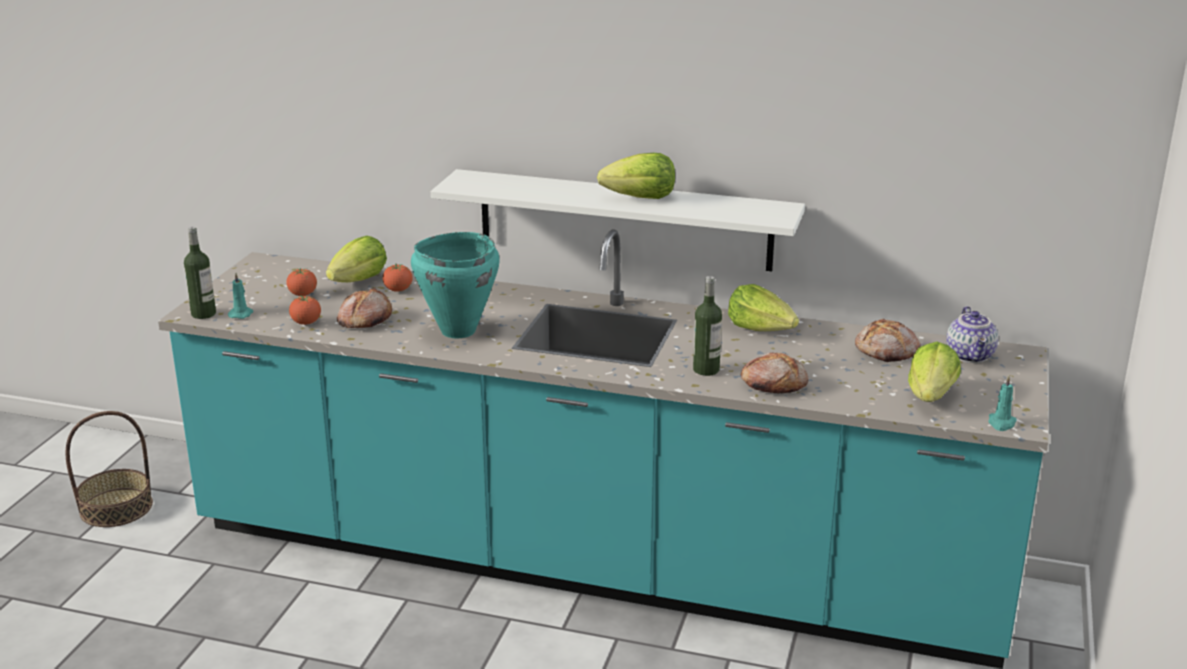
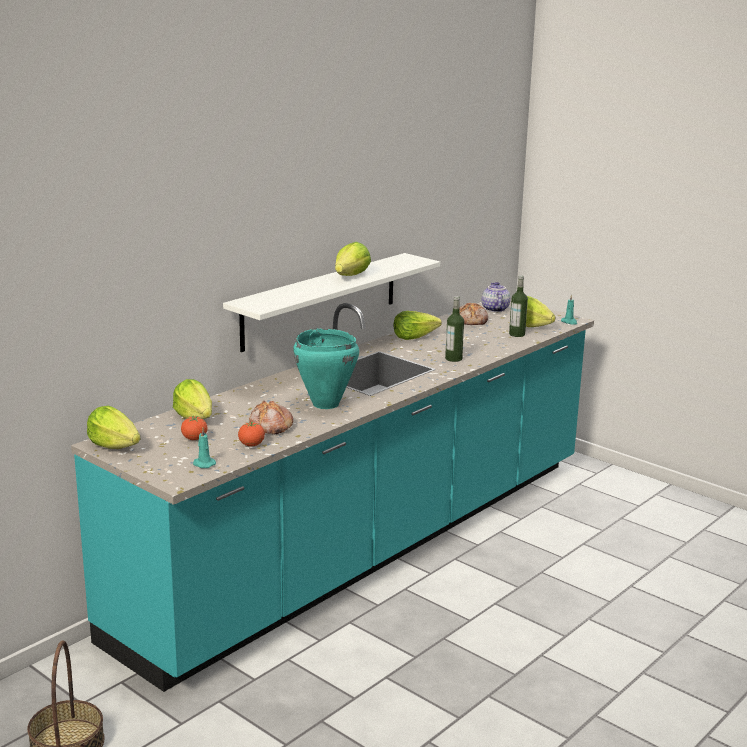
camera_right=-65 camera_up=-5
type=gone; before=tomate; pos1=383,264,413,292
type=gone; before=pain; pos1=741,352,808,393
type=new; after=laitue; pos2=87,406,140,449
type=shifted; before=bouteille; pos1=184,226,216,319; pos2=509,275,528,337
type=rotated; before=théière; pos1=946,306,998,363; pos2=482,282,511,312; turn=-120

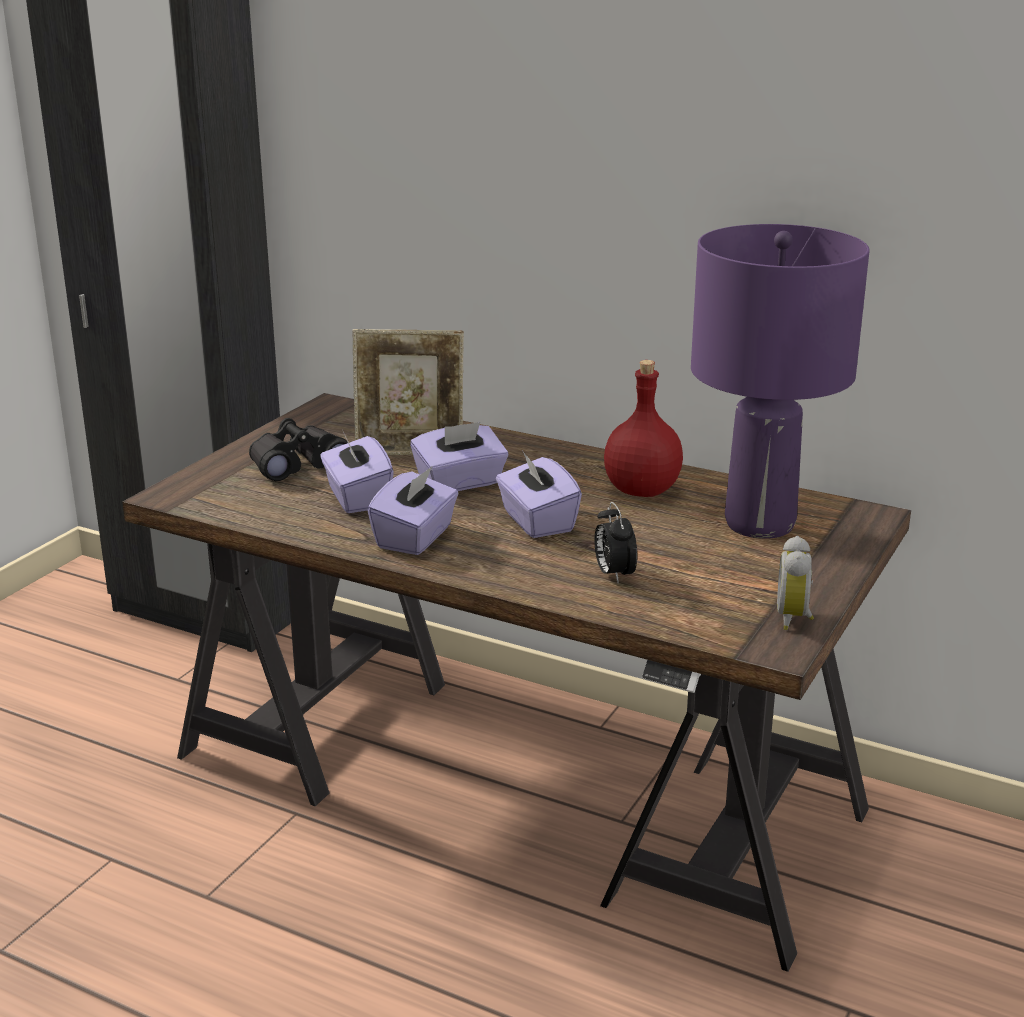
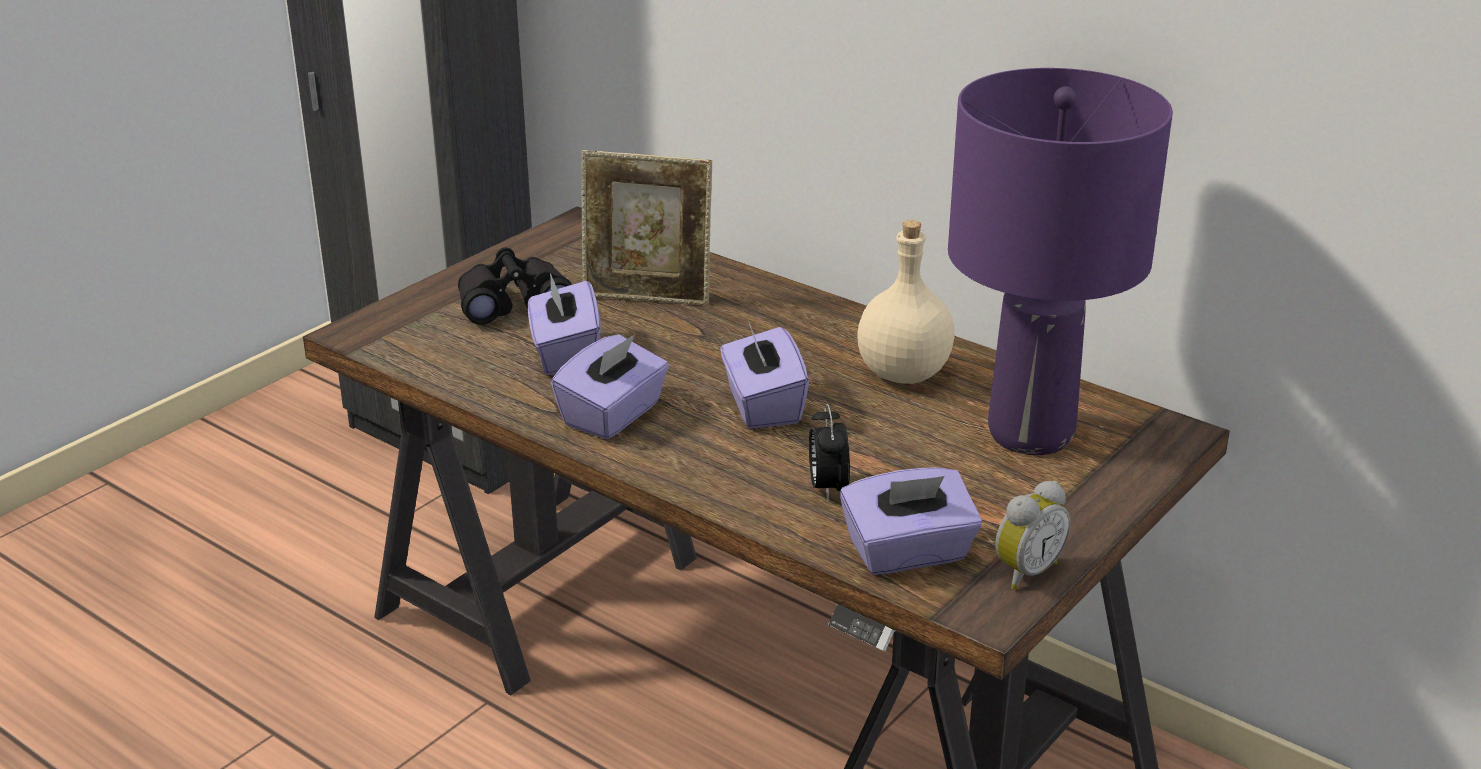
camera_right=10 camera_up=5
type=shifted; before=boîte à mouchoirs (violet); pos1=410,422,508,491; pos2=840,467,982,575
type=repainted; before=bouteille (rouge); after=bouteille (beige); pos1=604,360,683,497; pos2=857,220,955,384
type=rotated; before=réveil; pos1=777,536,814,630; pos2=996,481,1071,590; turn=-150

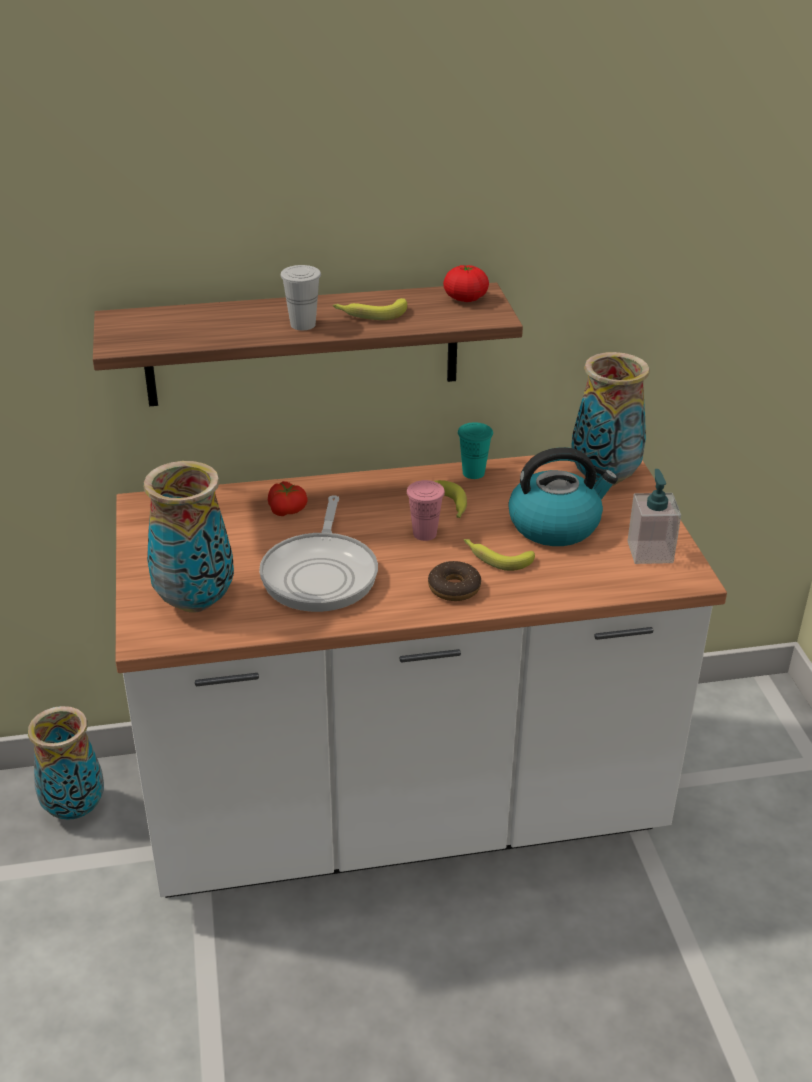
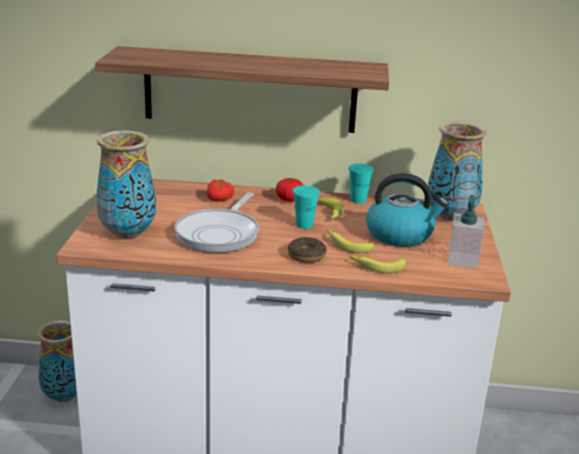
camera_right=15 camera_up=-10
type=gone; before=tasse (blanc); pos1=281,265,321,330
type=shifted; before=banane; pos1=333,298,407,320; pos2=349,255,406,274
type=shifted; before=tomate; pos1=443,265,489,302; pos2=275,178,304,202
type=repainted; before=tasse (rose); after=tasse (turquoise); pos1=407,480,445,541; pos2=293,185,320,229

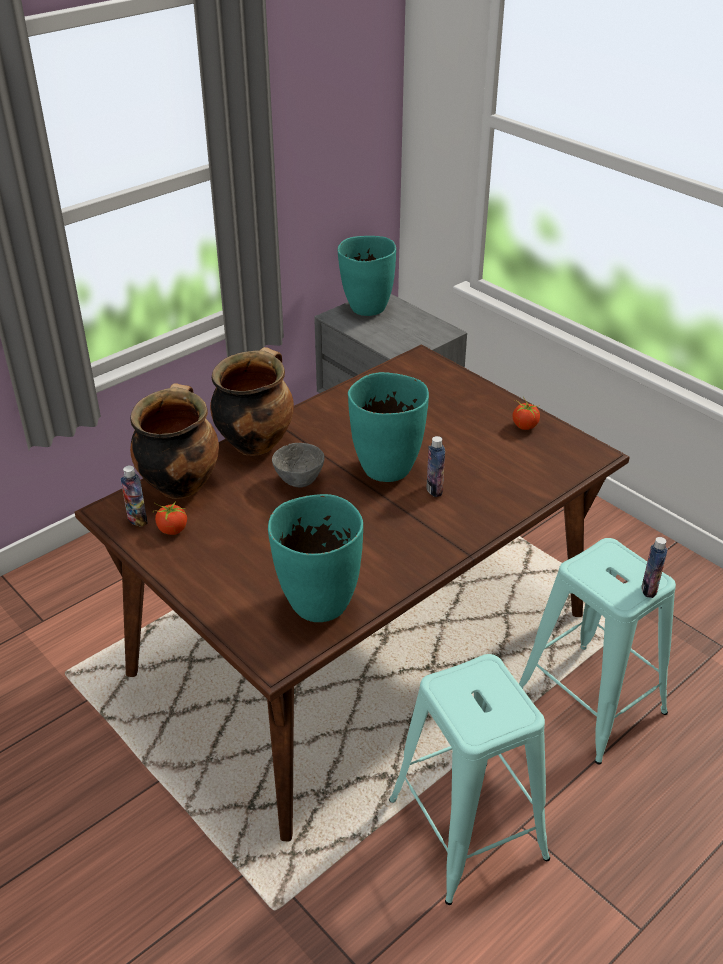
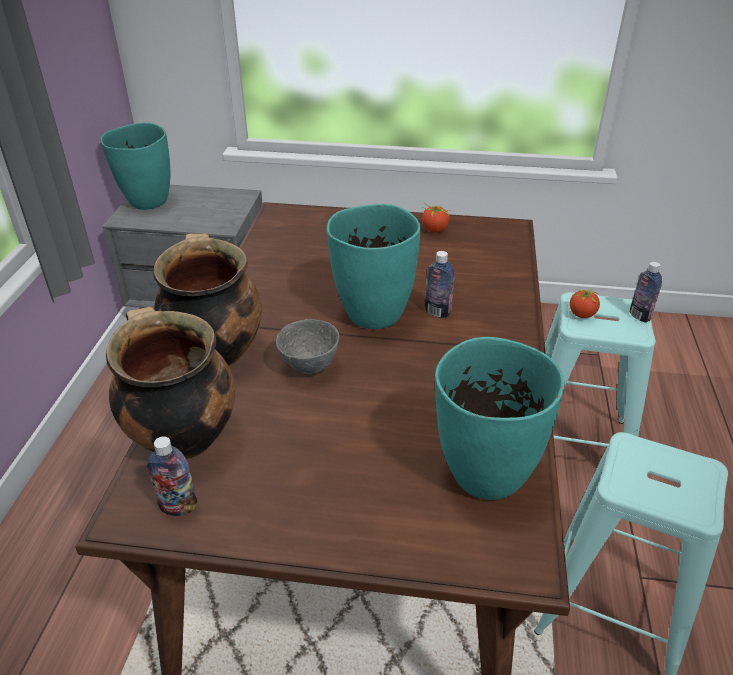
camera_right=-40 camera_up=0
type=shifted; before=tomate; pos1=155,503,187,535; pos2=570,288,600,318

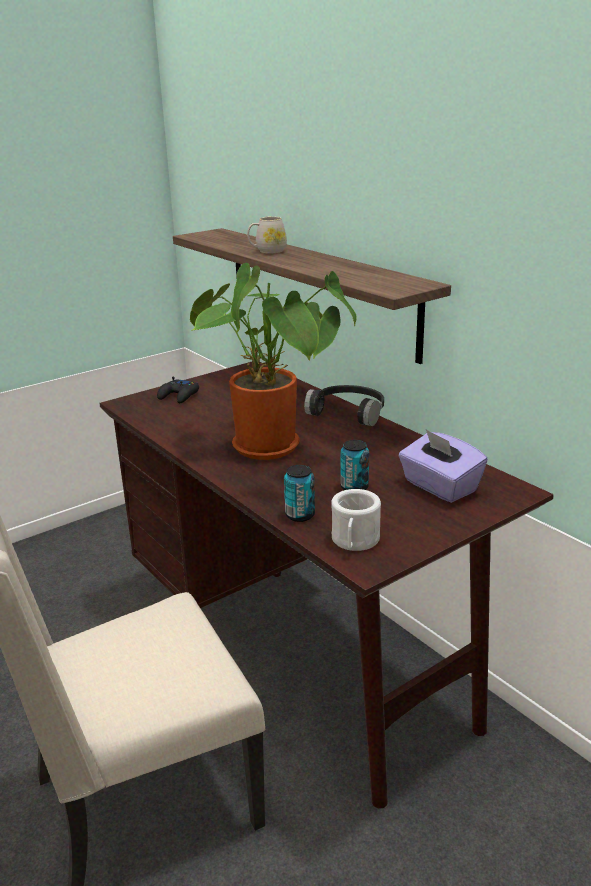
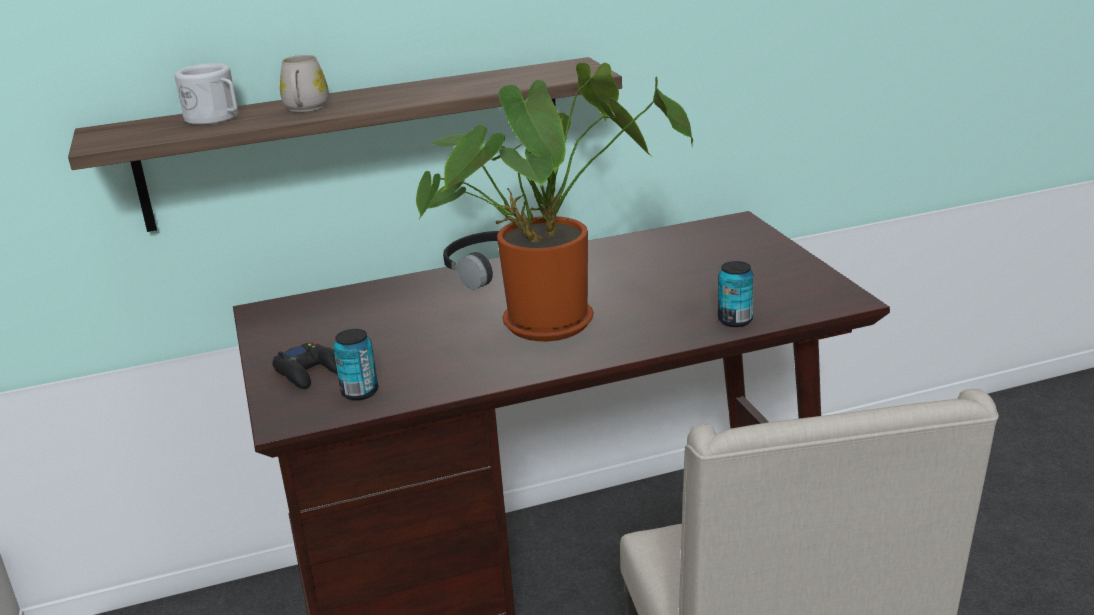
camera_right=-70 camera_up=0
type=gone; before=boîte à mouchoirs (violet); pos1=399,429,488,503
type=shifted; before=mug (blanc); pos1=331,489,381,551; pos2=174,63,238,125
type=shifted; before=boîte métallique; pos1=340,440,369,490; pos2=333,329,378,400

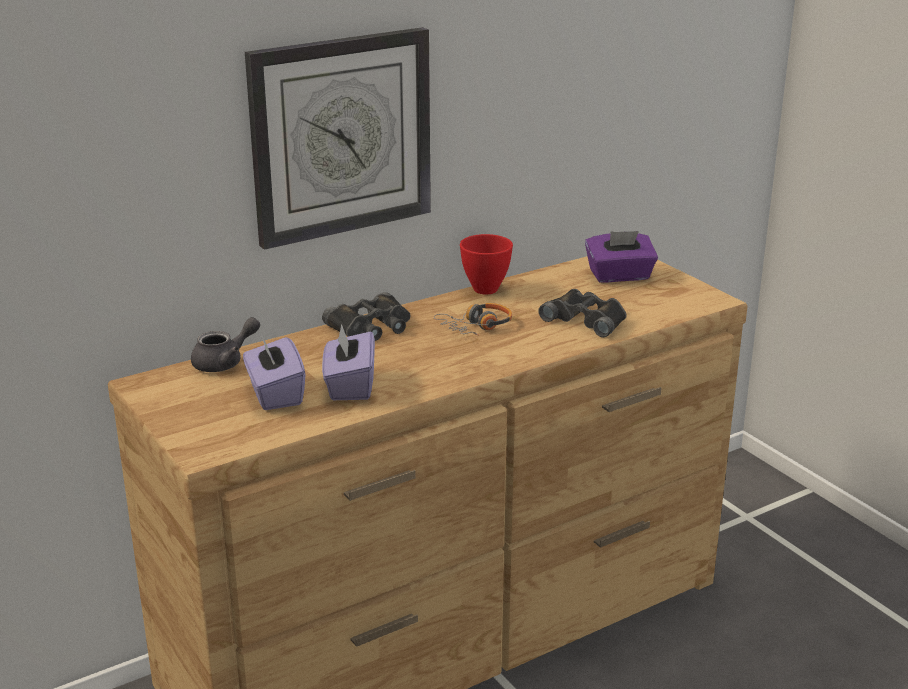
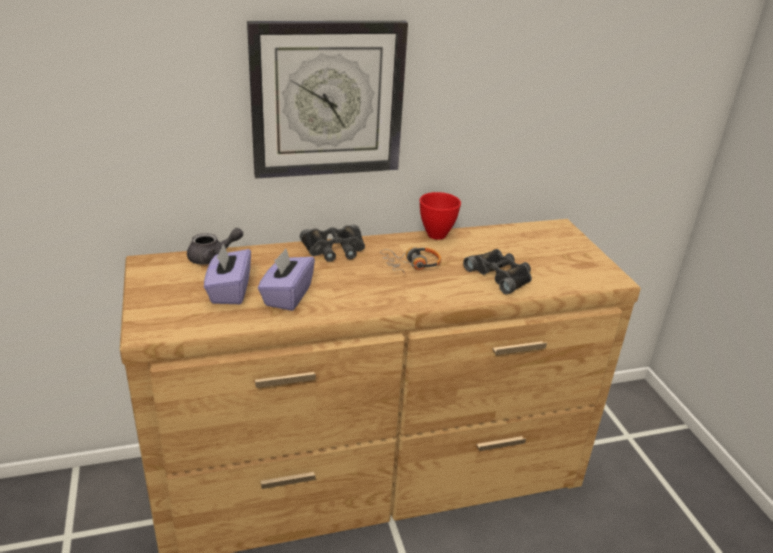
camera_right=15 camera_up=5
type=gone; before=boîte à mouchoirs (violet); pos1=585,231,658,283

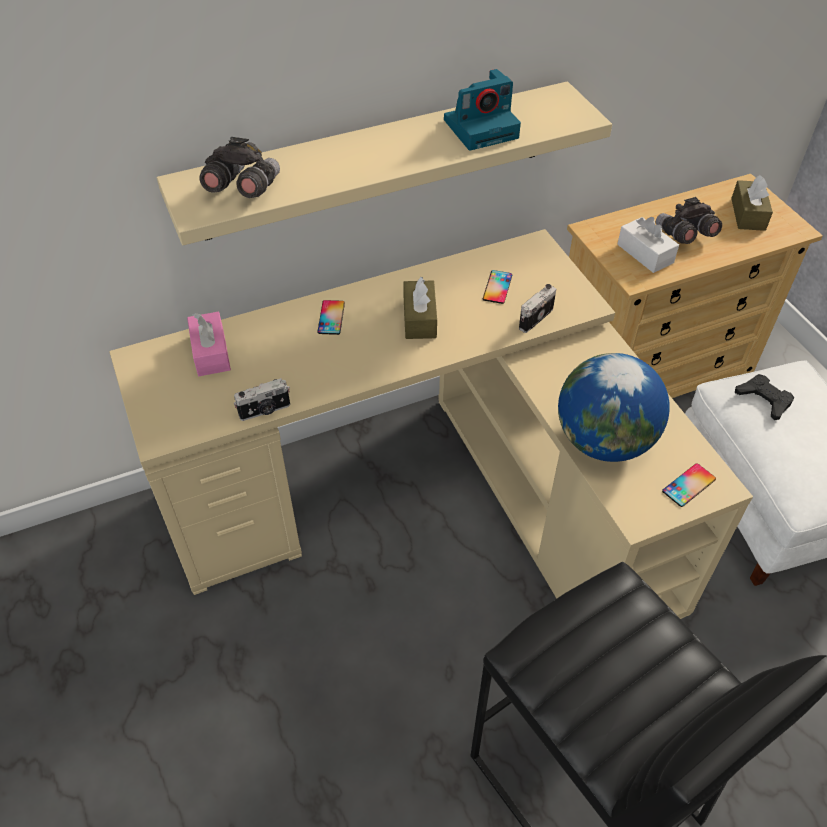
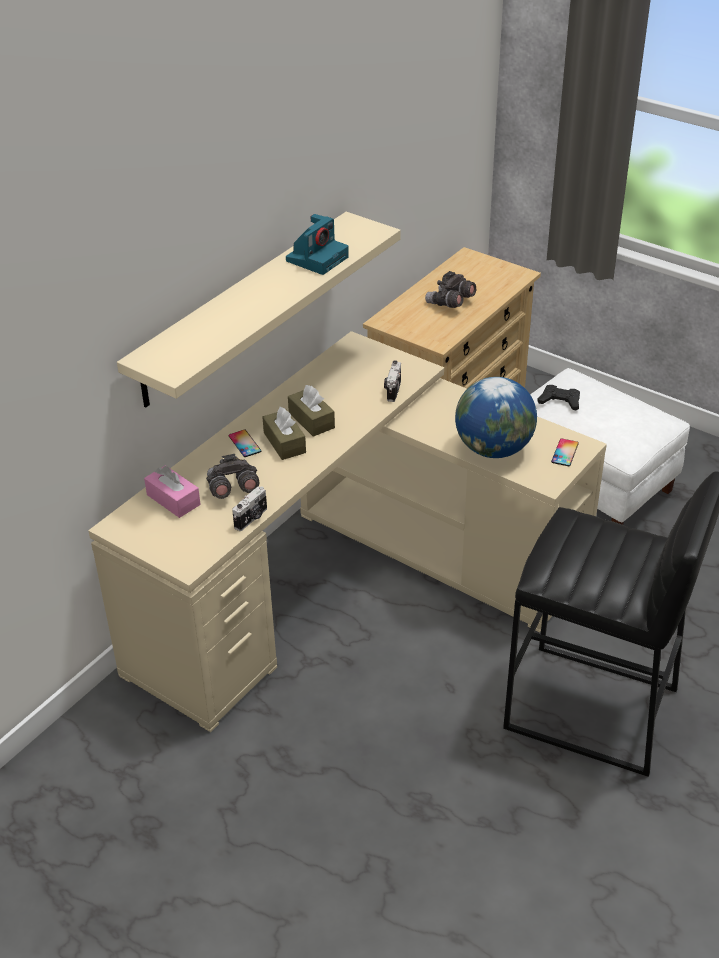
camera_right=-30 camera_up=-10
type=gone; before=téléphone; pos1=483,270,512,304
type=gone; before=boîte à mouchoirs (blanc); pos1=617,217,679,273
type=shifted; before=jumelles (gris); pos1=199,137,280,198; pos2=206,454,259,499
type=shifted; before=boîte à mouchoirs (marron); pos1=731,175,773,231; pos2=263,407,306,460

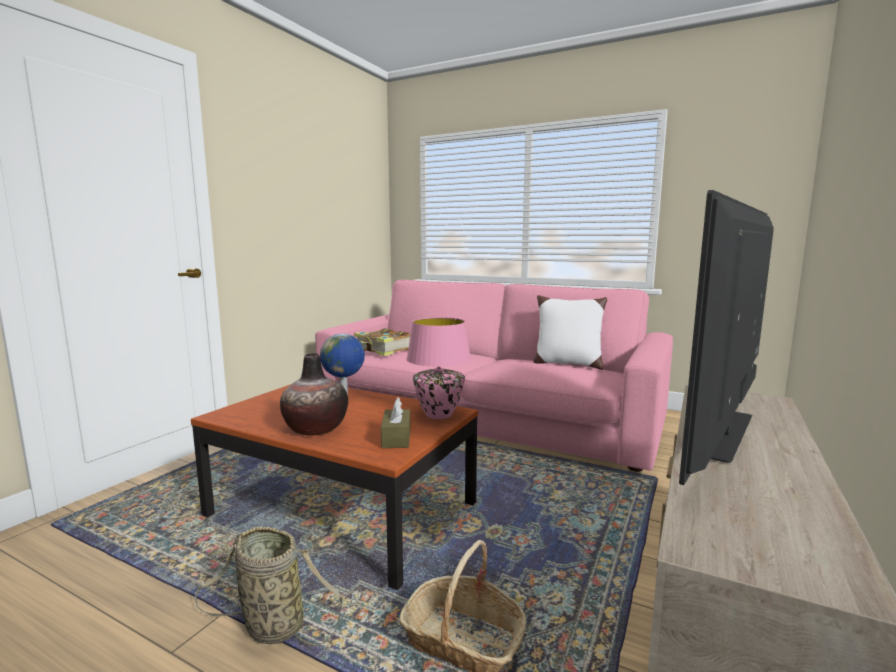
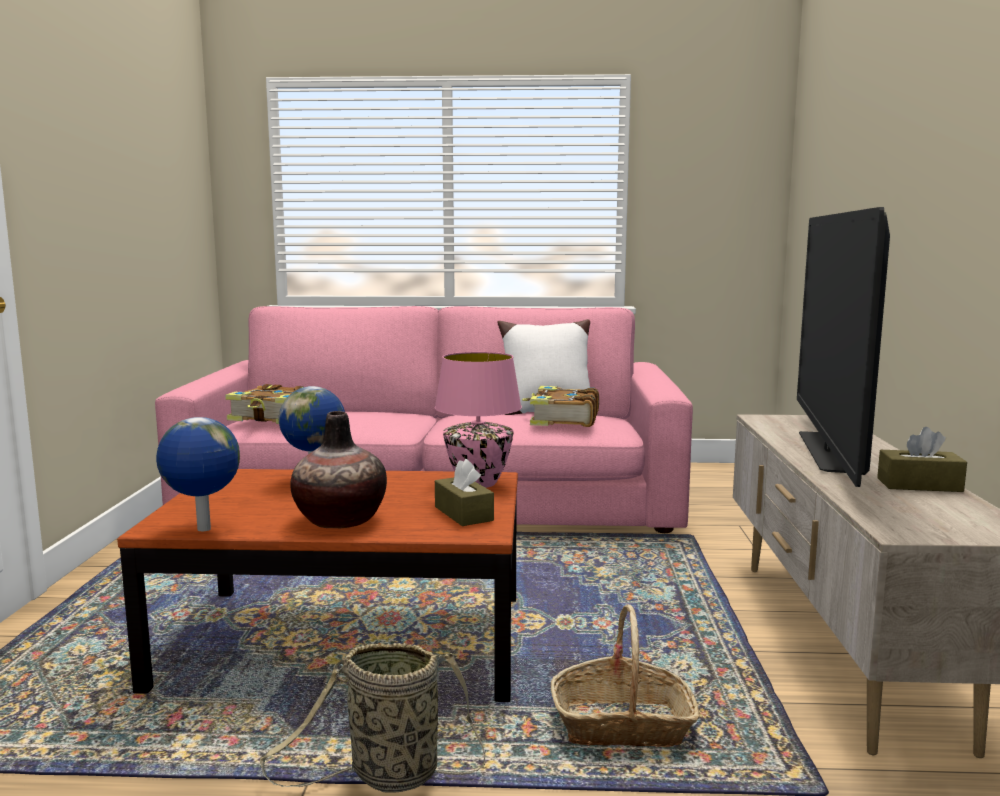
camera_right=-25 camera_up=0
type=new; after=globe; pos2=156,417,240,531
type=new; after=livre; pos2=522,386,599,427
type=new; after=boîte à mouchoirs (marron); pos2=877,427,967,492

